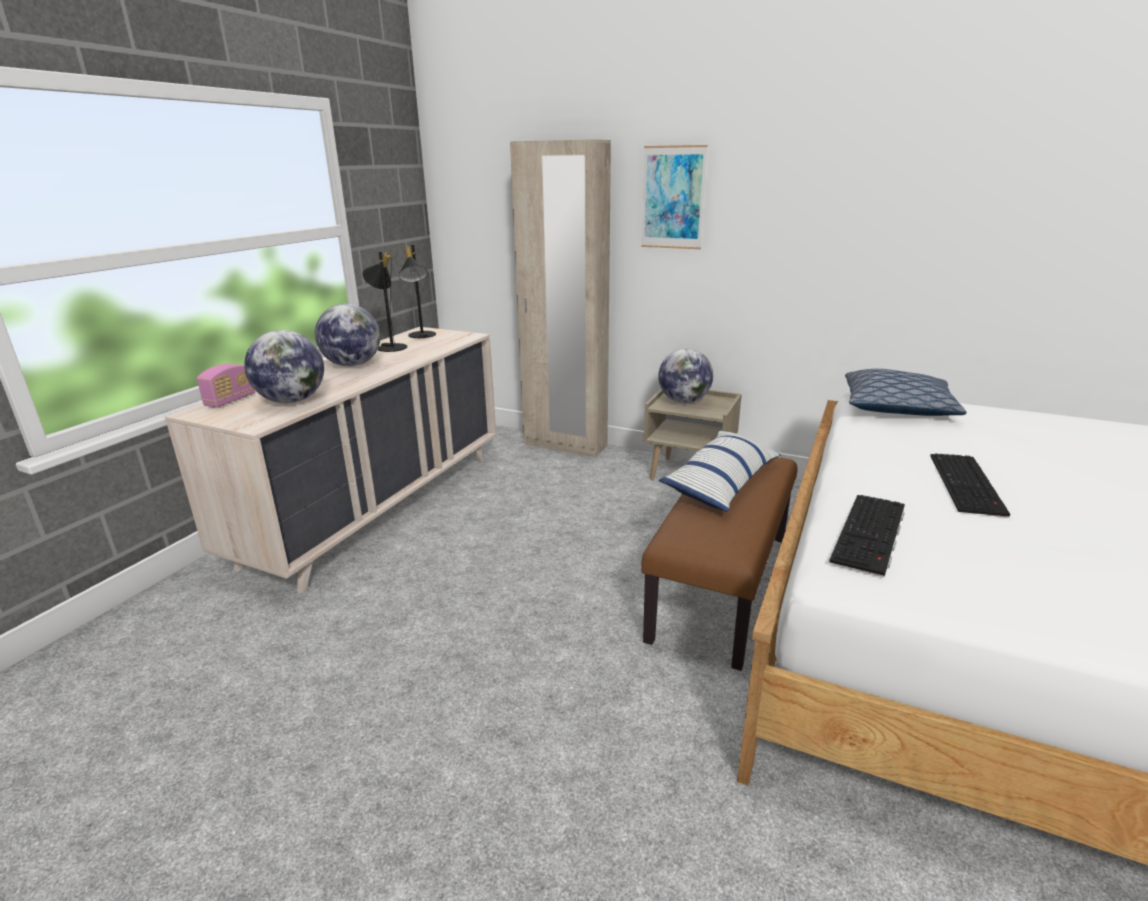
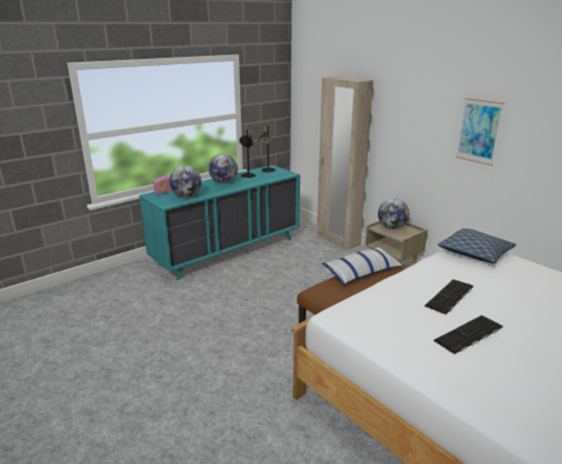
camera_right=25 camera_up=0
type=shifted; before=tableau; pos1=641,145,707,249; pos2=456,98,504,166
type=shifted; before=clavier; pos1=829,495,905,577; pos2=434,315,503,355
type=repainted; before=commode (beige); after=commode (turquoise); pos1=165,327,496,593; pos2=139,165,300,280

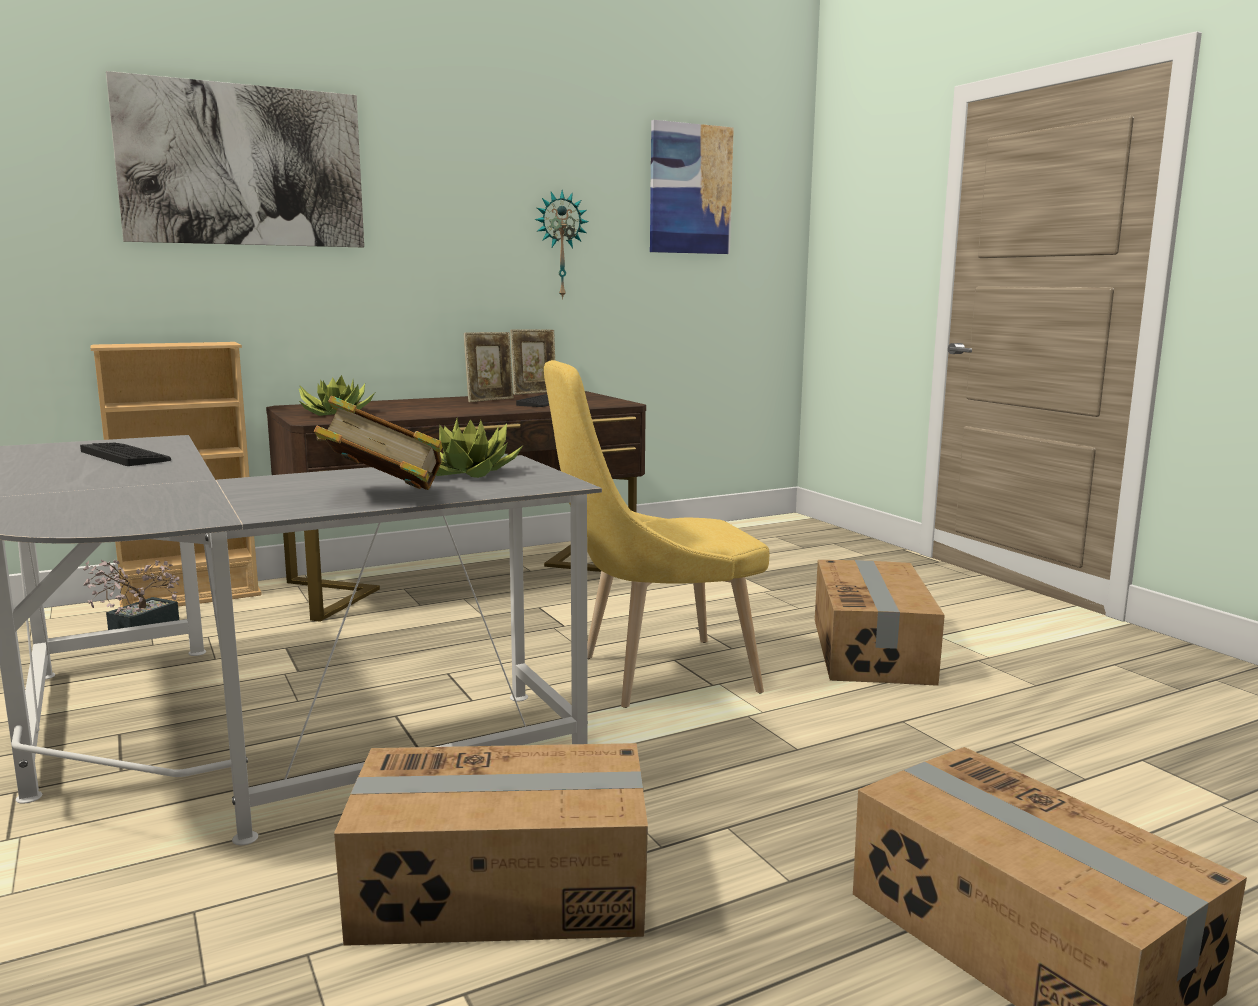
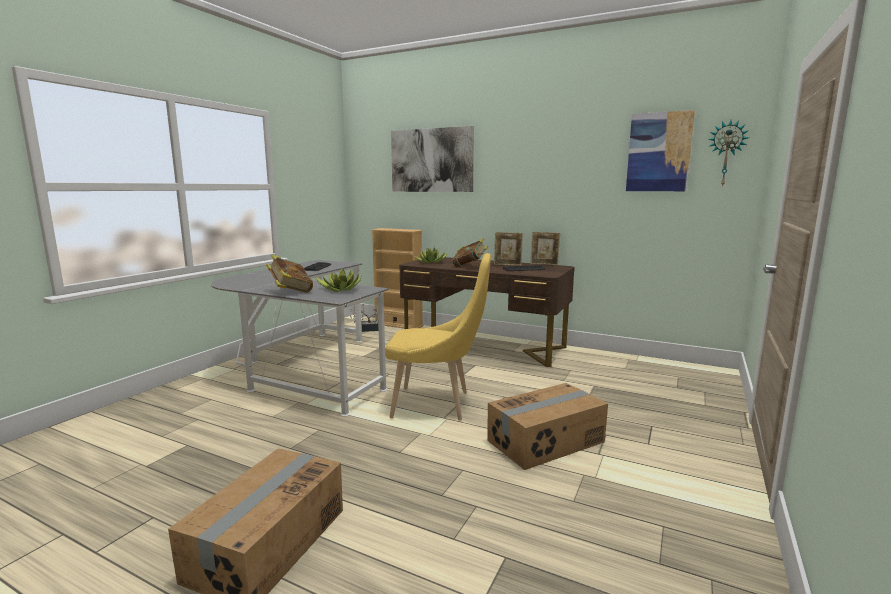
camera_right=55 camera_up=0
type=gone; before=carton; pos1=334,743,648,946
type=new; after=livre; pos2=452,239,488,267
type=shifted; before=horloge murale; pos1=535,190,588,300; pos2=708,120,749,187
type=rotated; before=chaise (jaune); pos1=544,360,769,708; pos2=385,253,491,420; turn=150

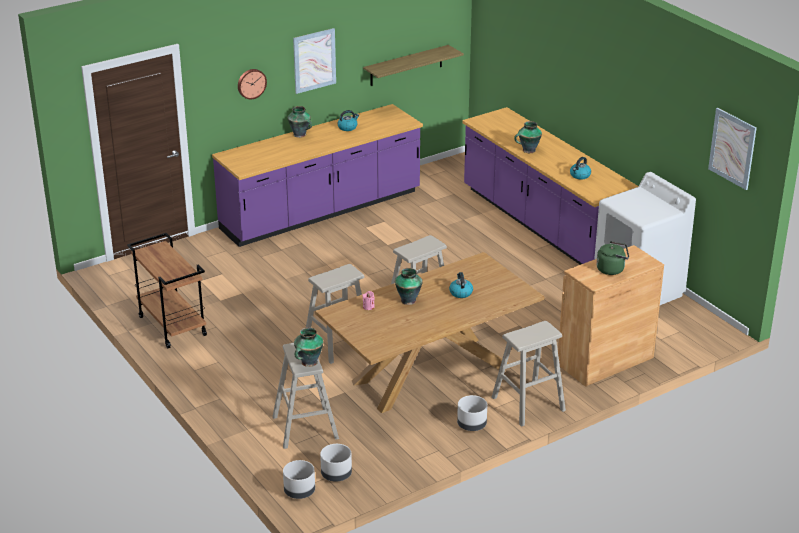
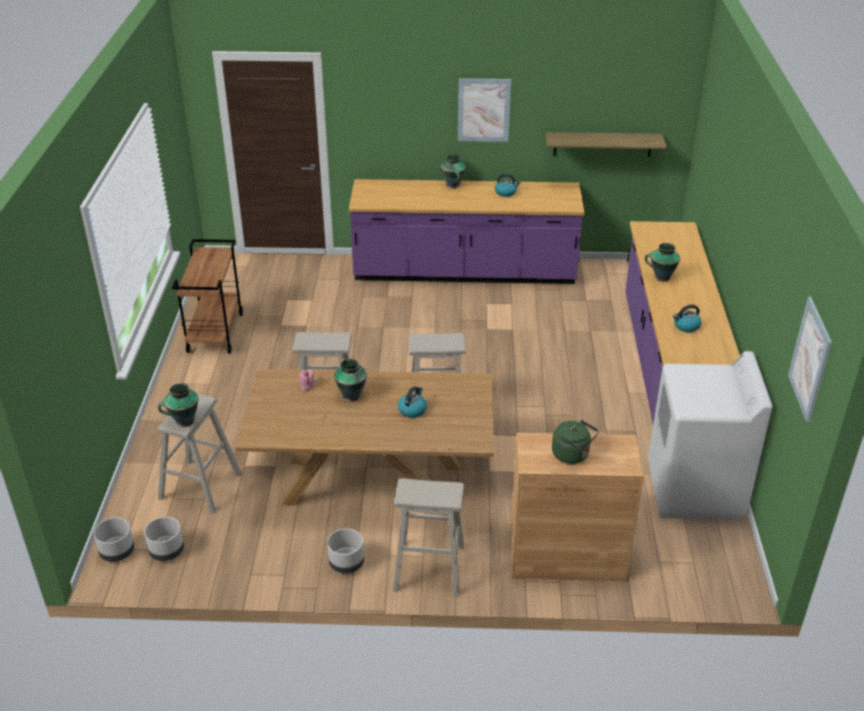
camera_right=35 camera_up=5
type=gone; before=horloge murale; pos1=238,69,267,99

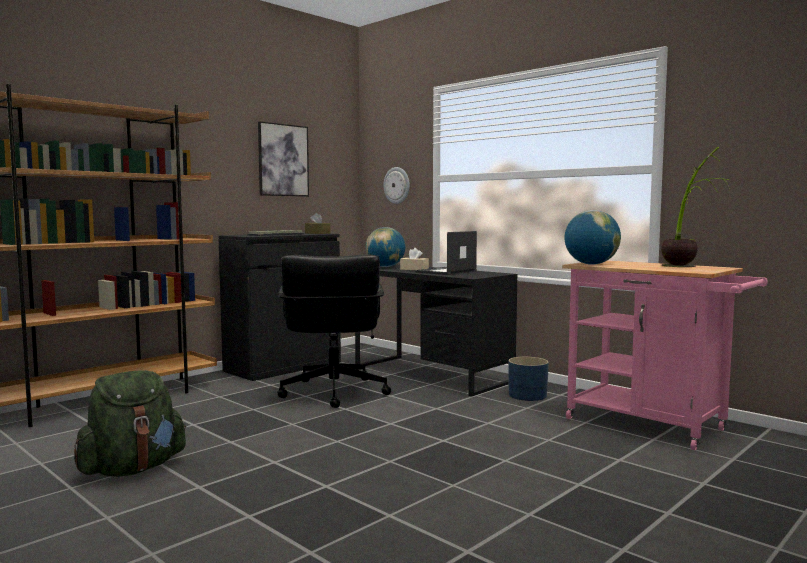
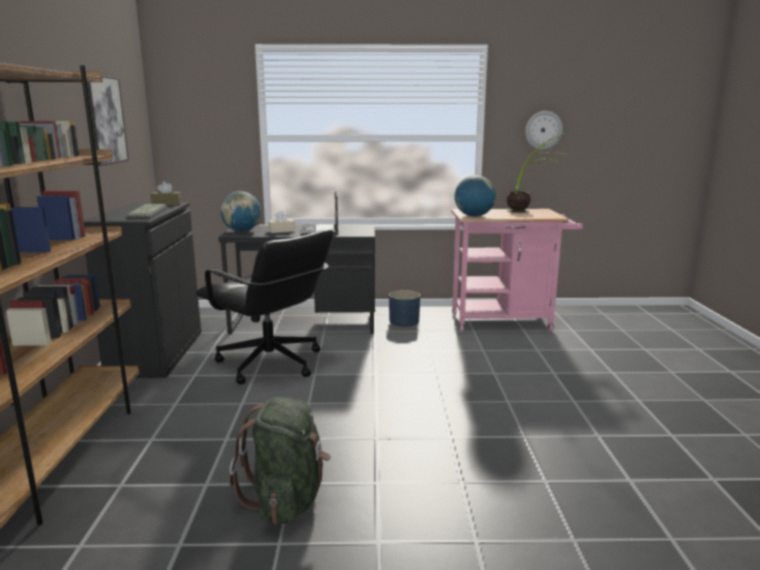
camera_right=-45 camera_up=10
type=shifted; before=horloge murale; pos1=383,167,410,204; pos2=525,111,563,150

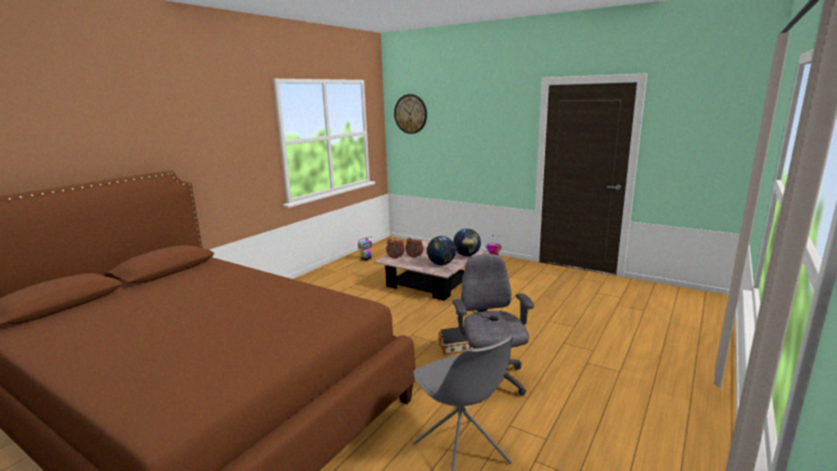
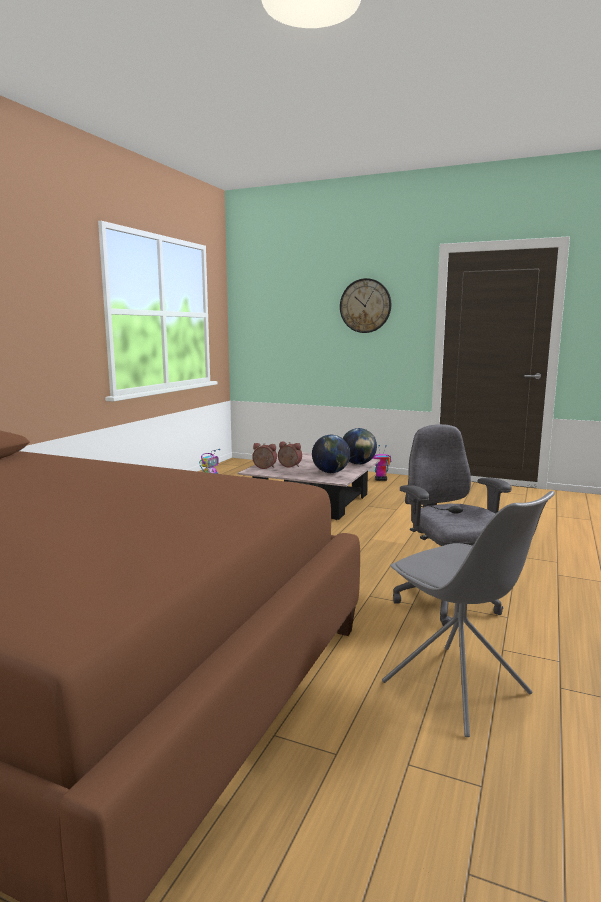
camera_right=-10 camera_up=-5
type=gone; before=maison miniature; pos1=438,325,471,355
type=shifted; before=horloge murale; pos1=394,94,427,134; pos2=340,278,391,333

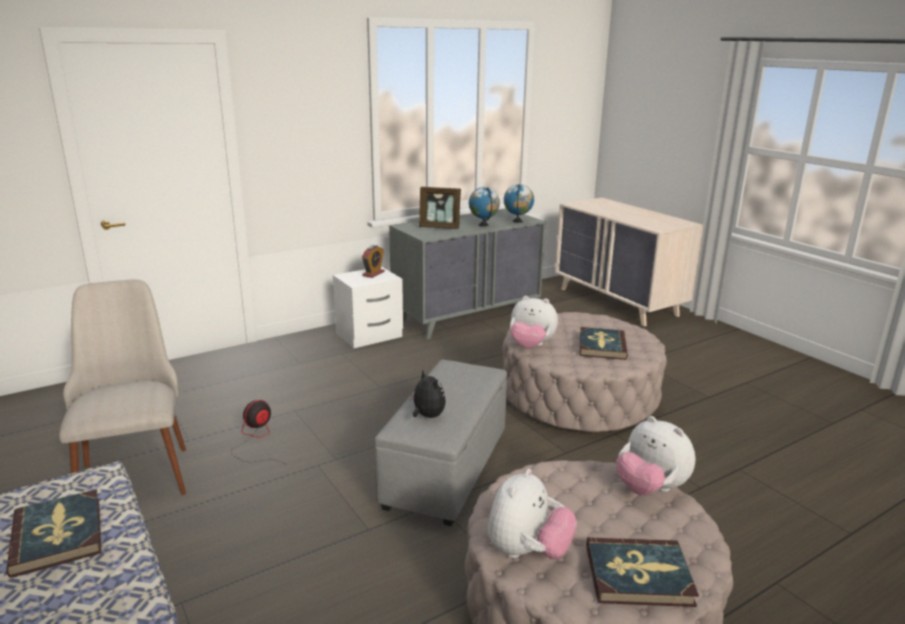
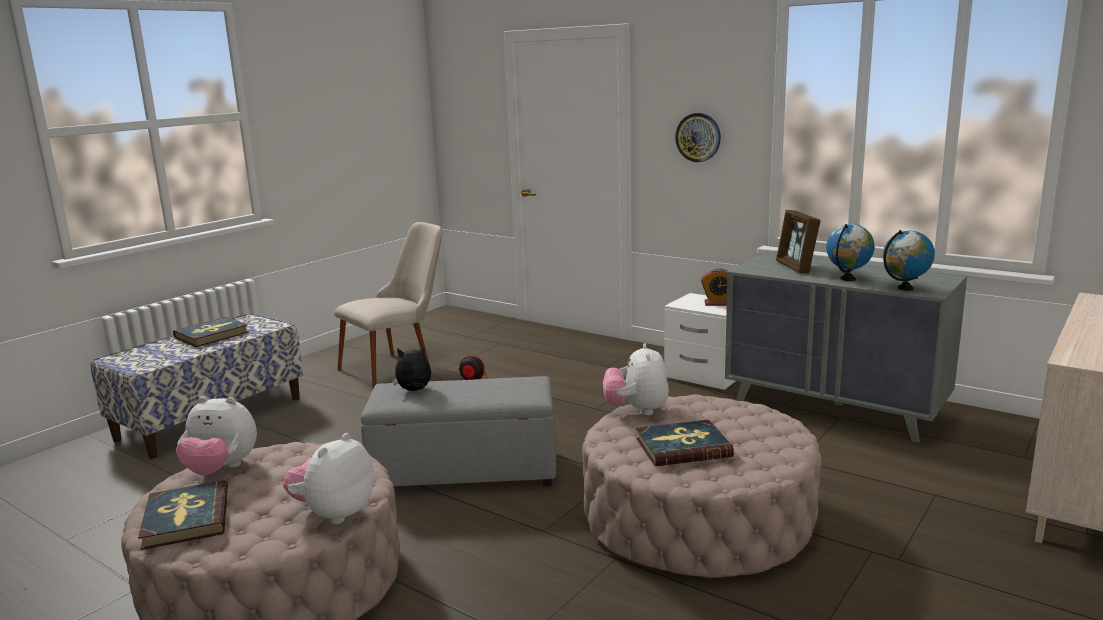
camera_right=70 camera_up=-5
type=new; after=horloge murale; pos2=675,113,721,162
type=rotated; before=peluche; pos1=409,370,446,418; pos2=392,346,431,391; turn=-135

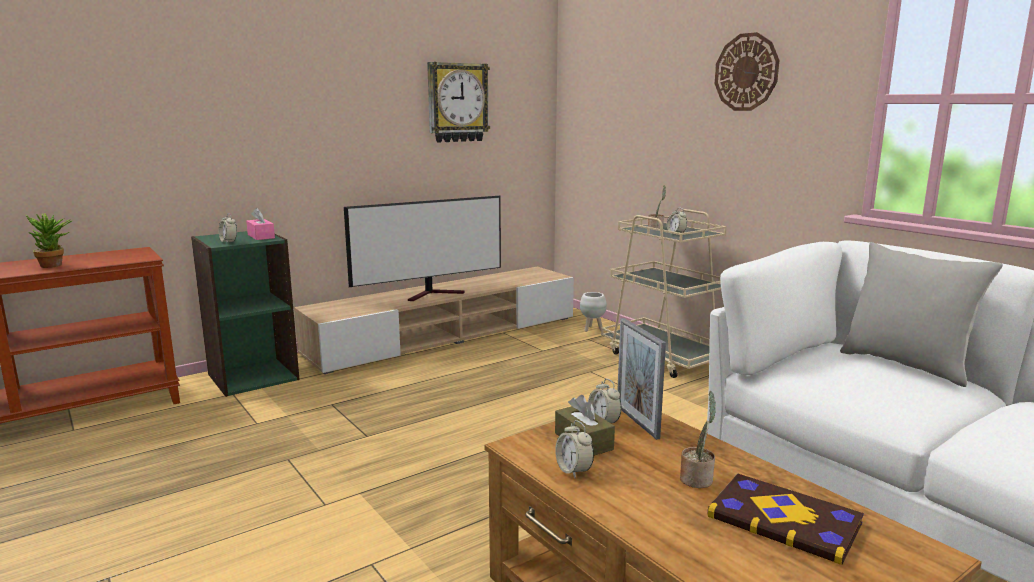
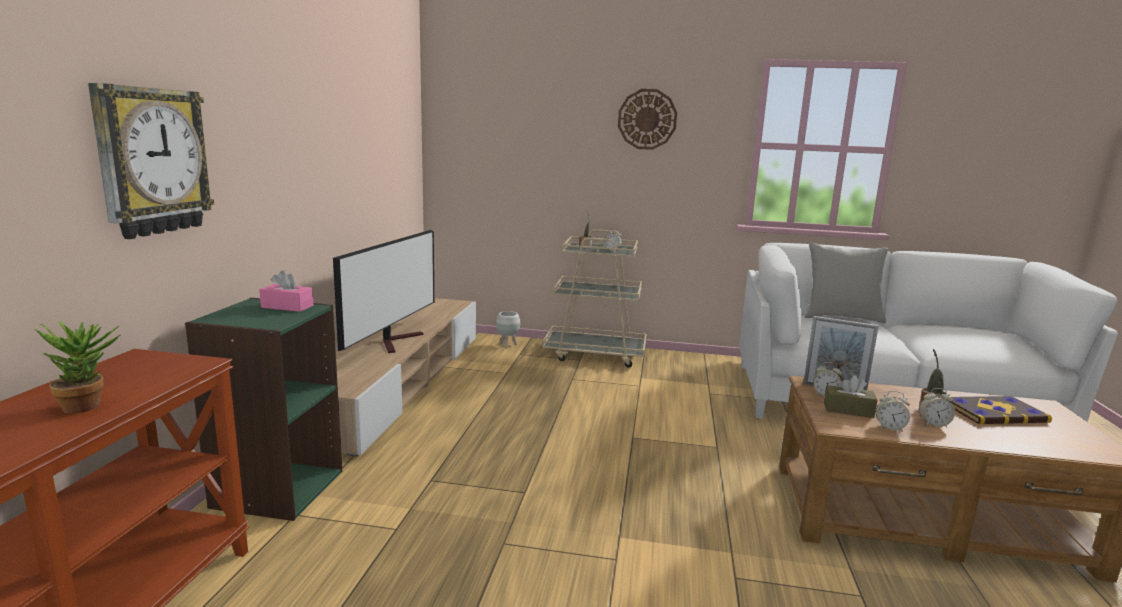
camera_right=-45 camera_up=0
type=shifted; before=réveil; pos1=219,213,237,243; pos2=919,388,955,427
type=shifted; before=horloge murale; pos1=427,62,490,143; pos2=88,83,214,239

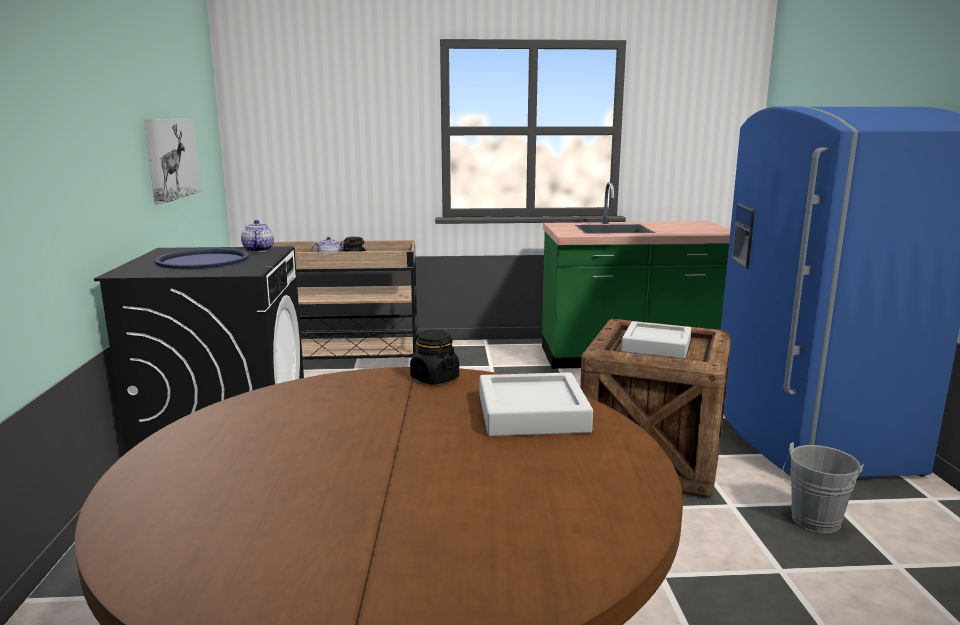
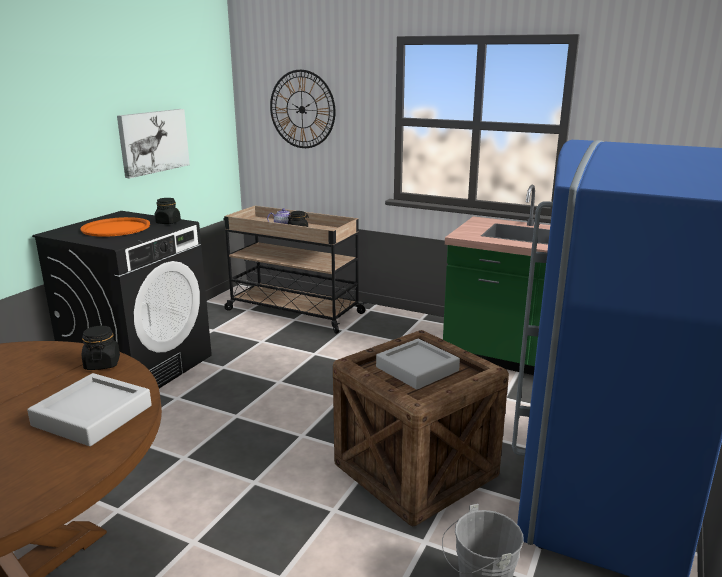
camera_right=30 camera_up=5
type=new; after=horloge murale; pos2=270,70,335,148
type=swapped; before=théière; after=bocal (noir); pos1=241,220,274,252; pos2=154,198,181,224
type=repainted; before=plateau (bleu); after=plateau (orange); pos1=155,249,249,269; pos2=80,217,150,237

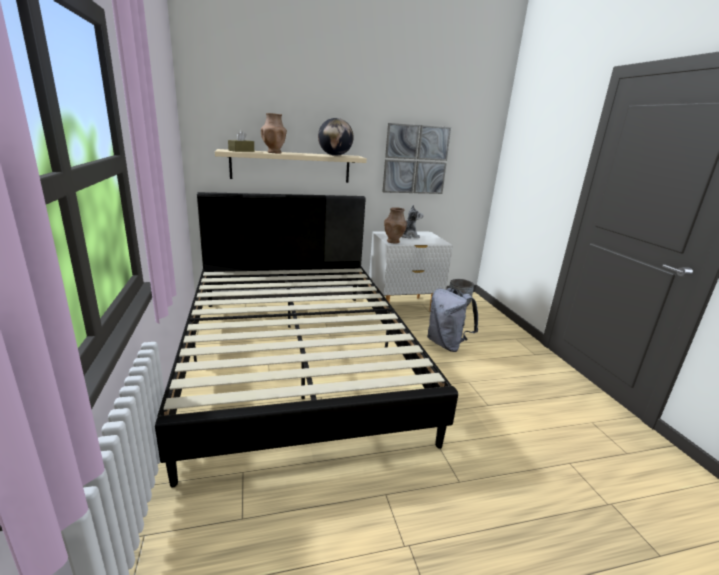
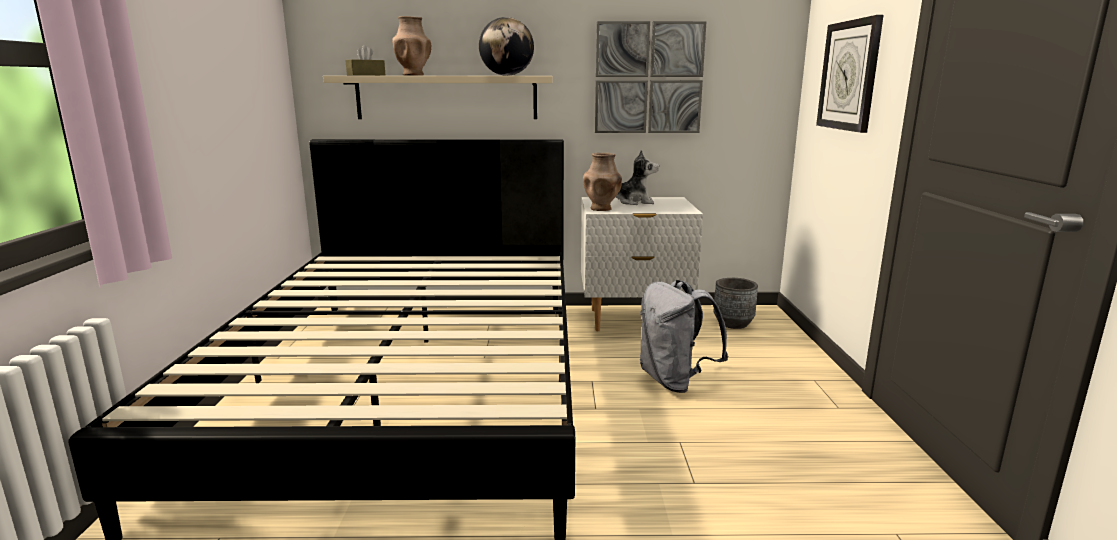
camera_right=15 camera_up=-5
type=new; after=horloge murale; pos2=816,15,884,133

